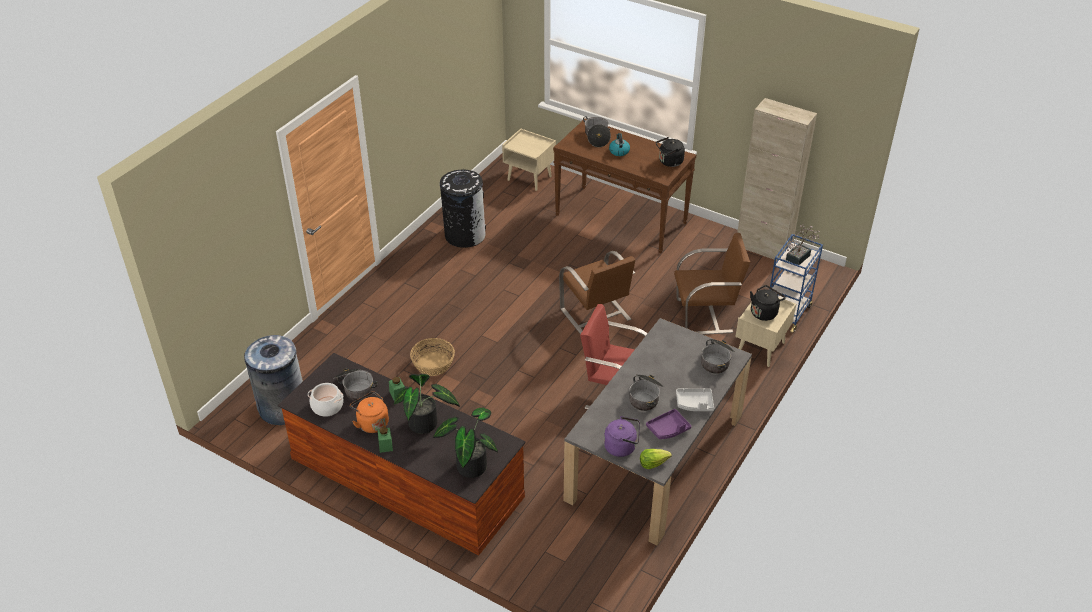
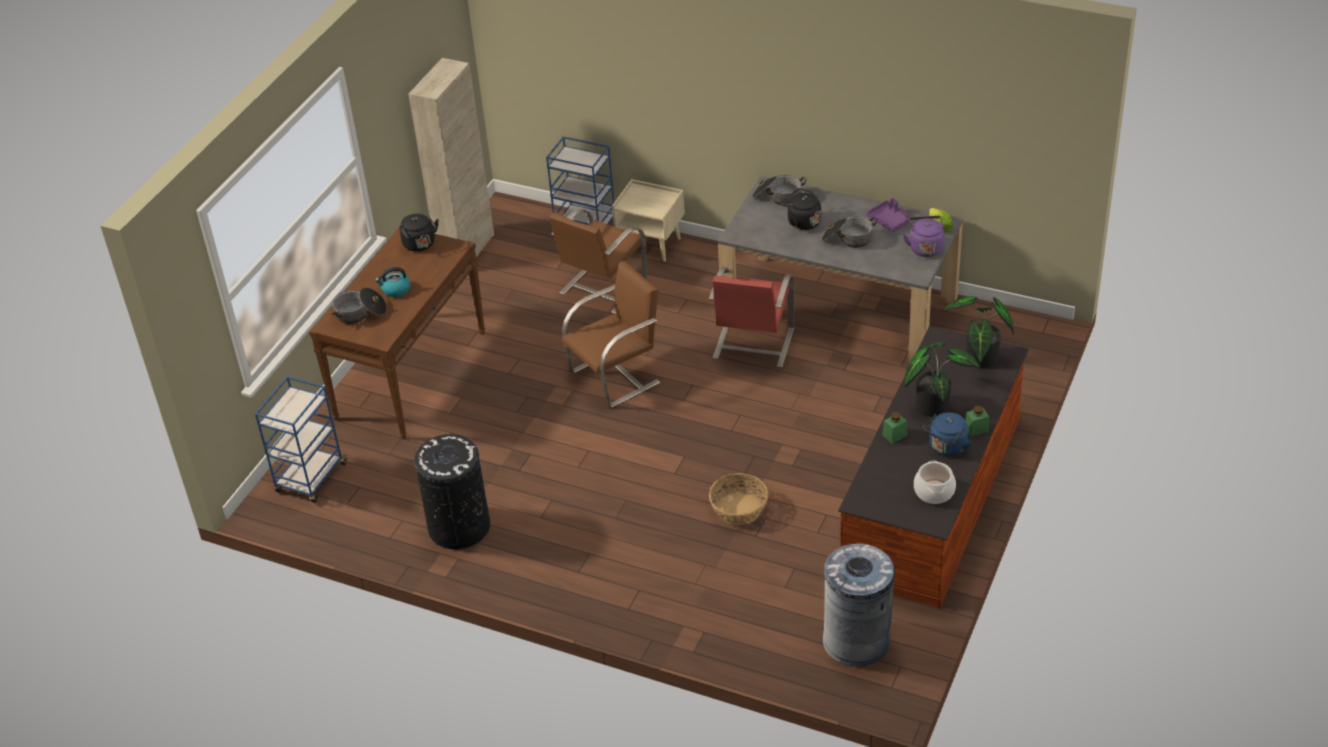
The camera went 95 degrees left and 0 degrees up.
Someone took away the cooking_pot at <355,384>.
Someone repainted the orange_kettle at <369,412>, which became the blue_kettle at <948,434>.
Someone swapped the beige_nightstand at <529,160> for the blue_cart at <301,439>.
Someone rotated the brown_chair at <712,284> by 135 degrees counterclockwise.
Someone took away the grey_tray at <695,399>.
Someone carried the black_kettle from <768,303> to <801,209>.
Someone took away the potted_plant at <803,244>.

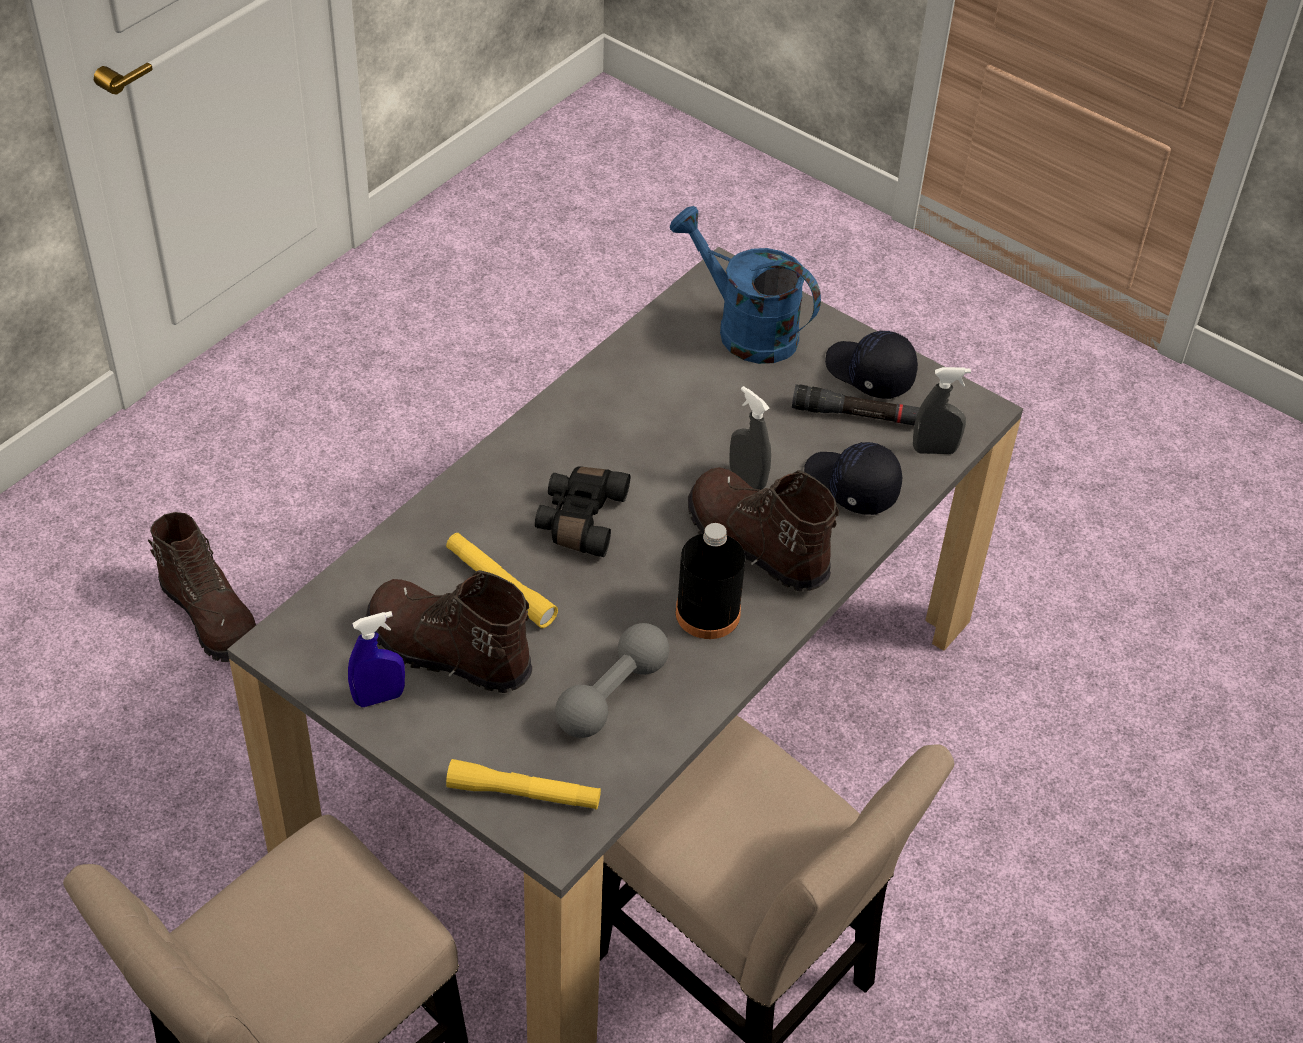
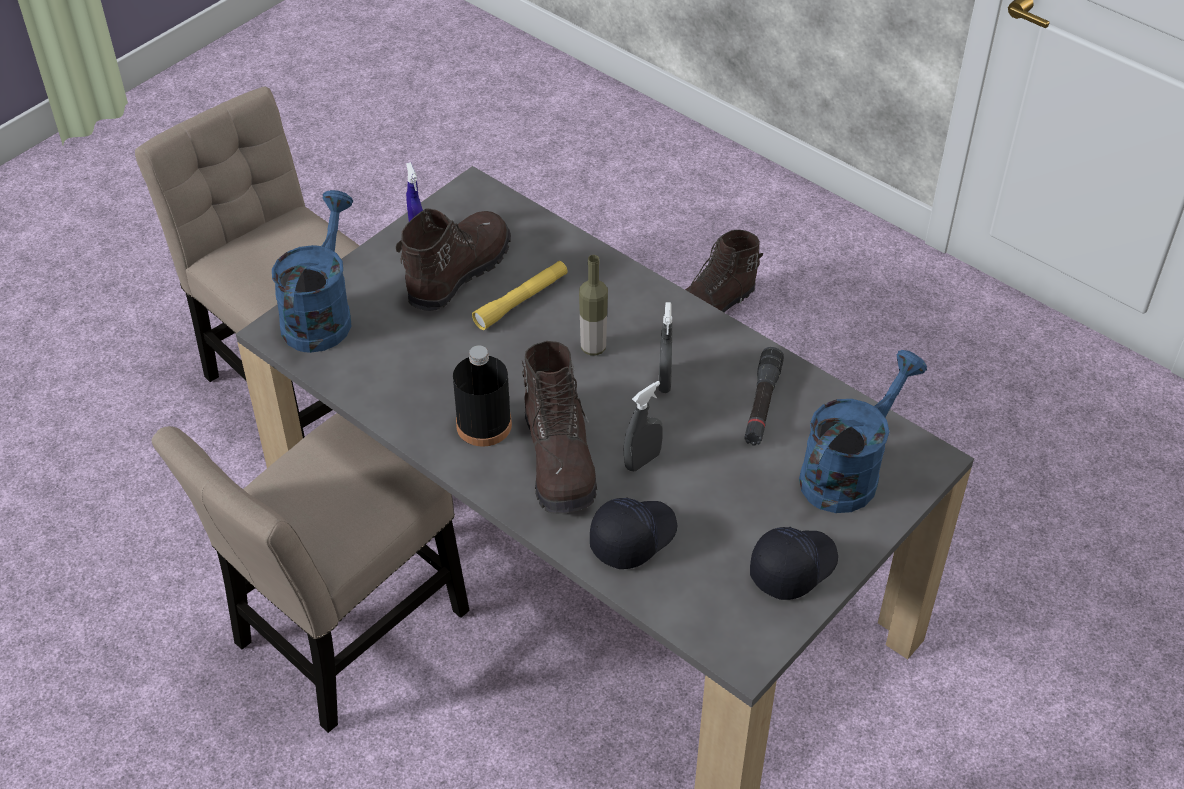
The camera went 95 degrees right and 0 degrees up.
Someone swapped the yellow_flashlight at <523,784> for the blue_watering_can at <312,271>.
Someone swapped the black_binoculars at <582,511> for the bottle at <593,305>.
Someone took away the grey_dumbbell at <612,680>.
Someone rotated the brown_boot at <763,529> by 120 degrees clockwise.
Someone carried the black_flashlight from <856,404> to <764,396>.
Someone carried the grey_spray_bottle from <942,410> to <665,347>.

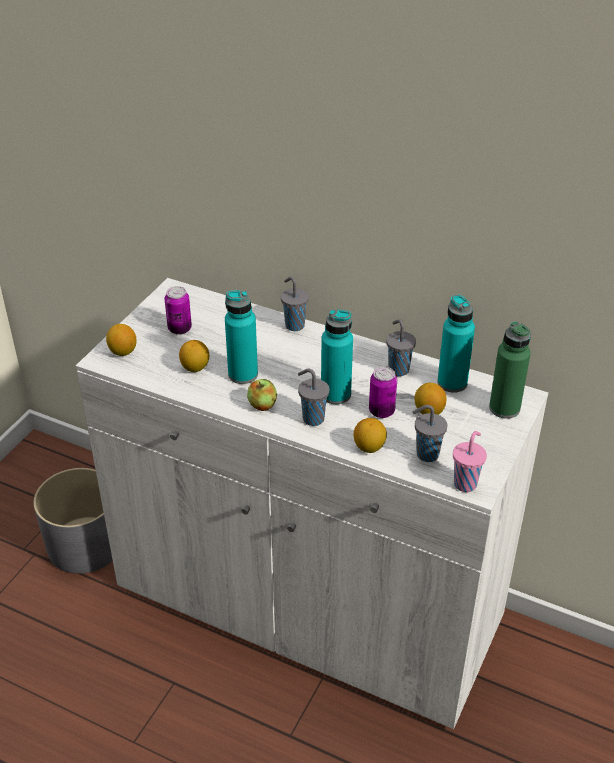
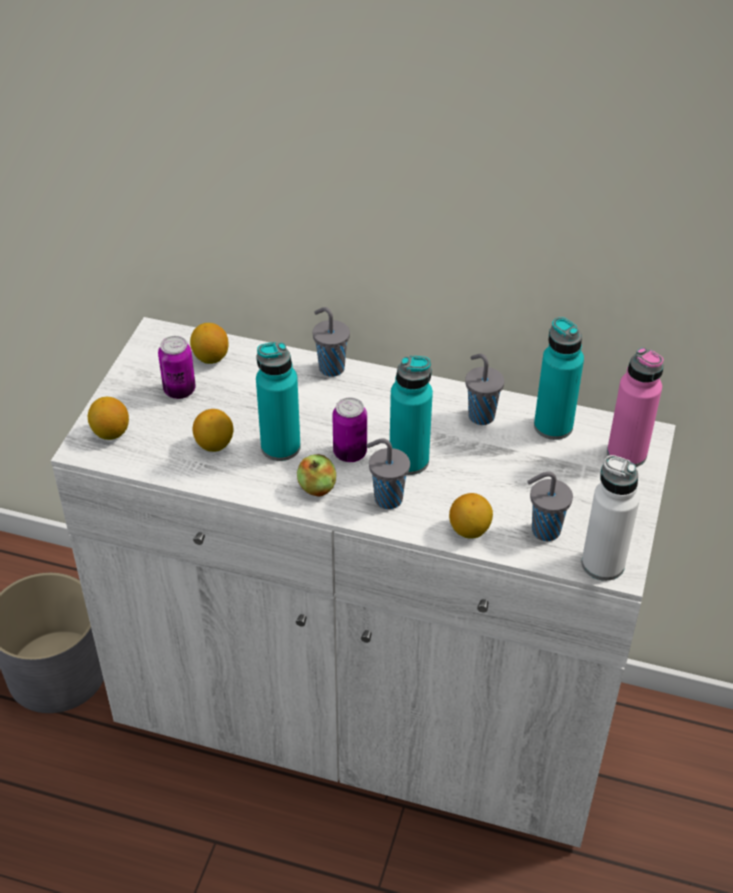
The camera went 10 degrees left and 5 degrees up.
Someone carried the can from <383,392> to <349,429>.
Someone carried the lemon from <430,399> to <209,343>.
Someone swapped the pink_cup at <470,461> for the white_bottle at <611,518>.
Someone repainted the green_bottle at <510,370>, which became the pink_bottle at <635,407>.

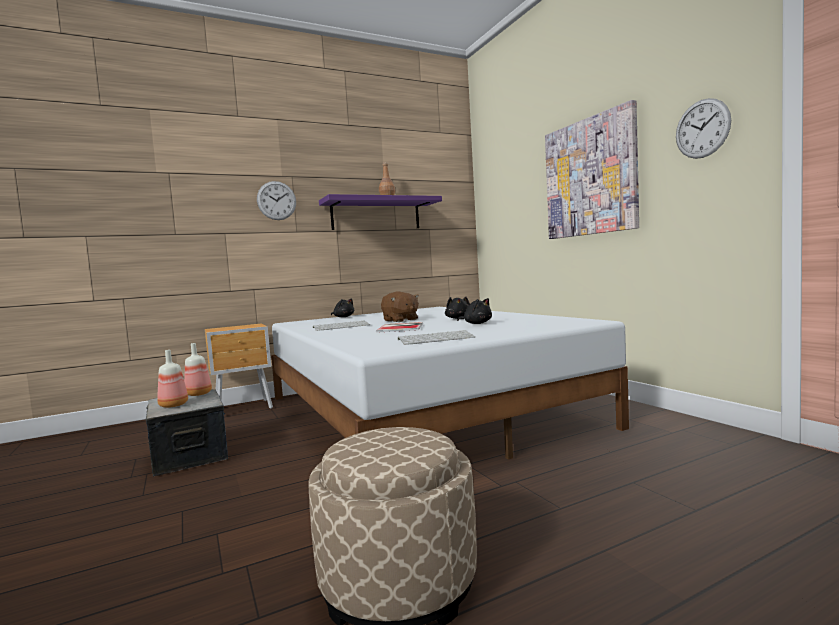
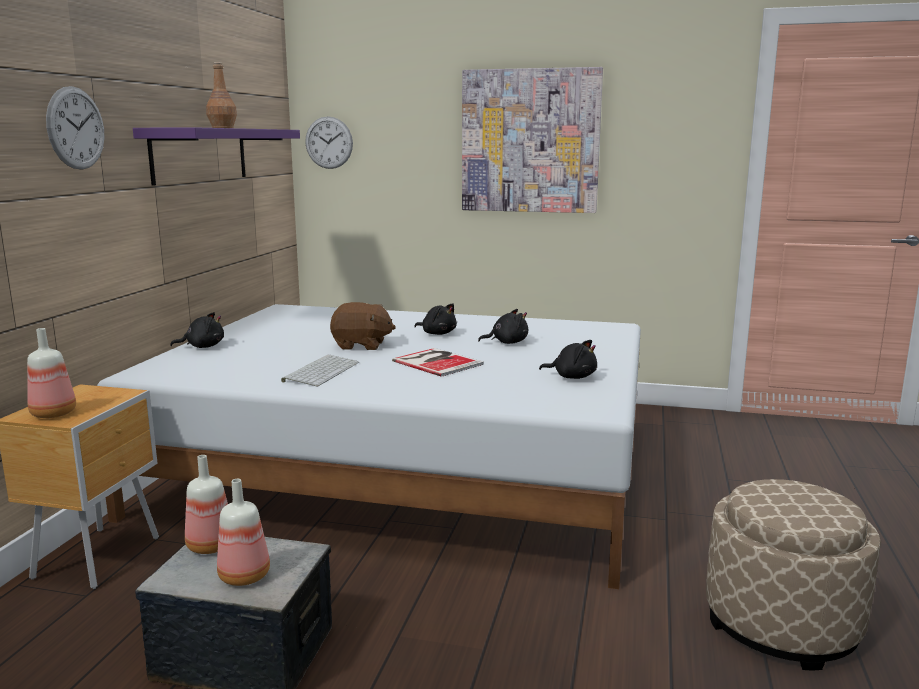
The camera went 50 degrees left and 10 degrees up.
Someone swapped the keyboard at <437,337> for the black_plush_toy at <568,359>.
Someone carried the wall_clock from <703,128> to <329,142>.
Someone put down the bottle at <51,373>.

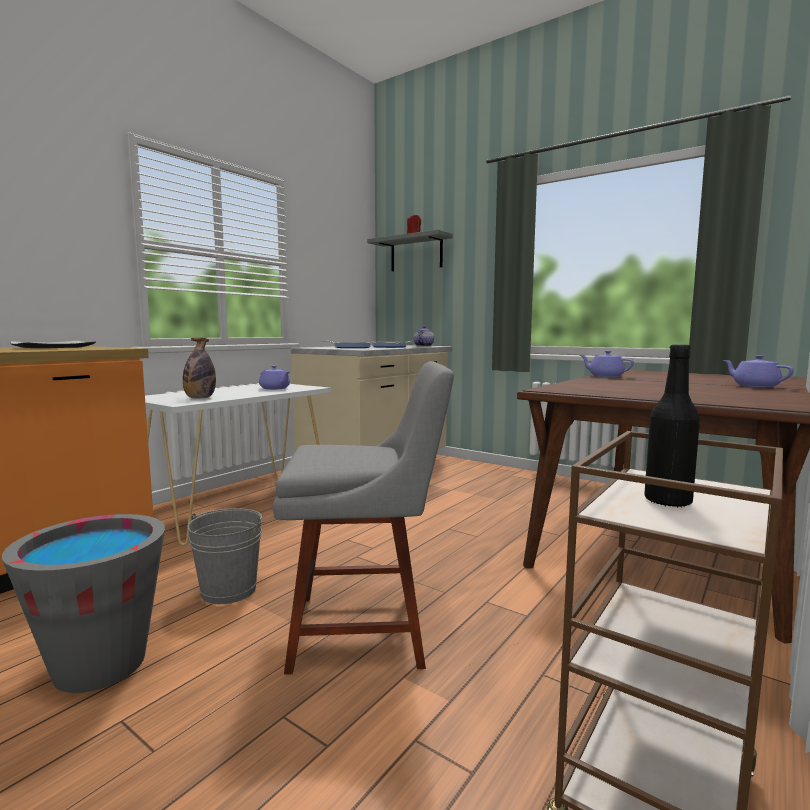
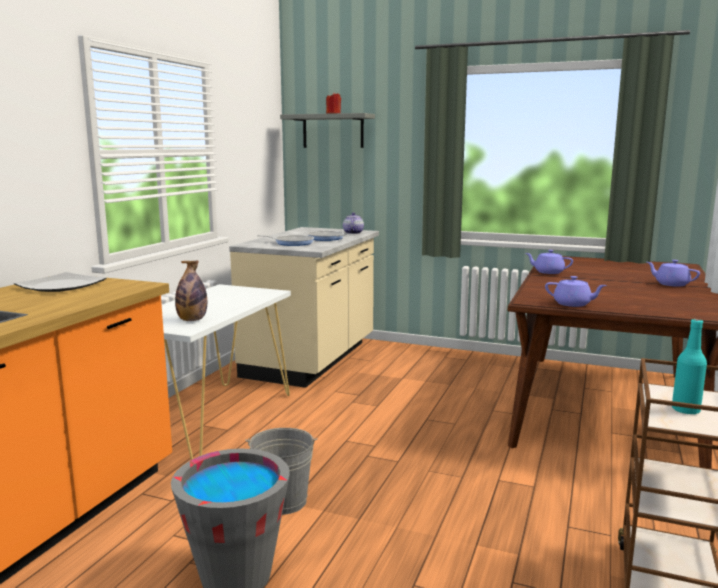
The camera went 15 degrees left and 5 degrees up.
Someone carried the purple_teapot from <274,377> to <576,291>.
Someone took away the grey_chair at <363,518>.
Someone repainted the black_bottle at <672,426>, which became the turquoise_bottle at <689,367>.

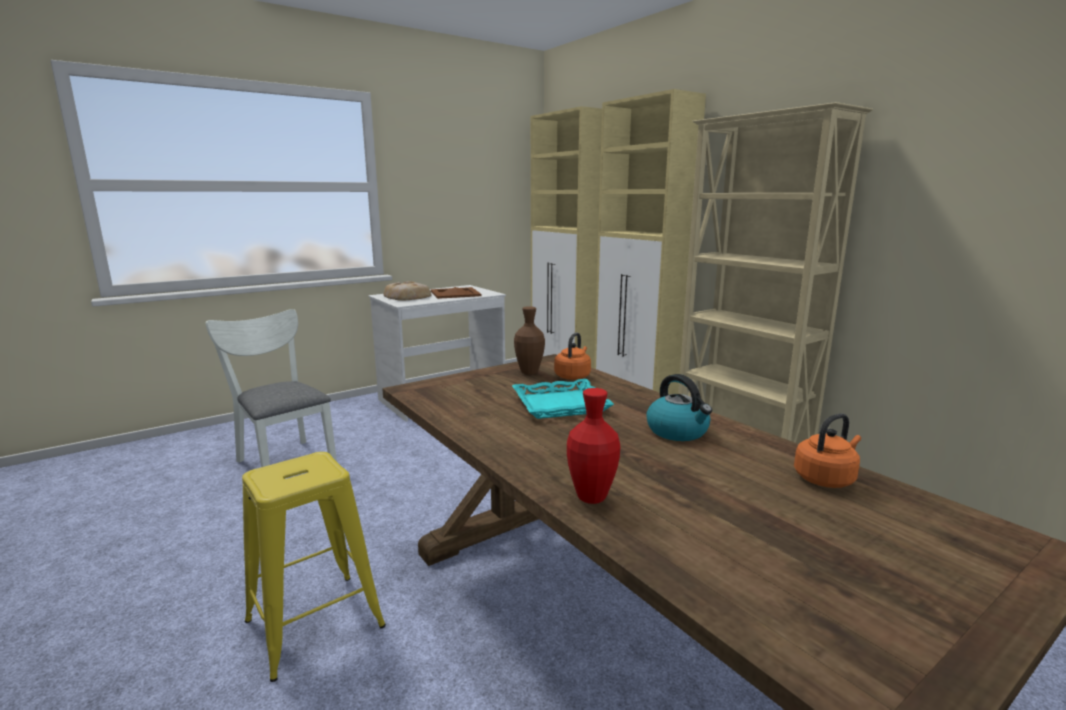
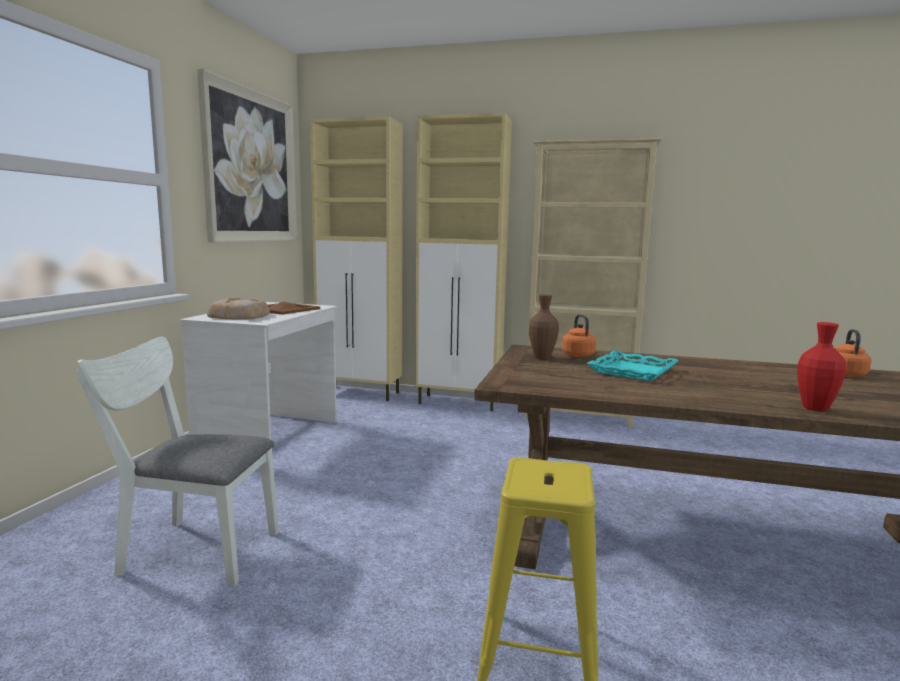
The camera went 40 degrees left and 5 degrees down.
Someone took away the kettle at <679,407>.
Someone put up the picture at <247,156>.

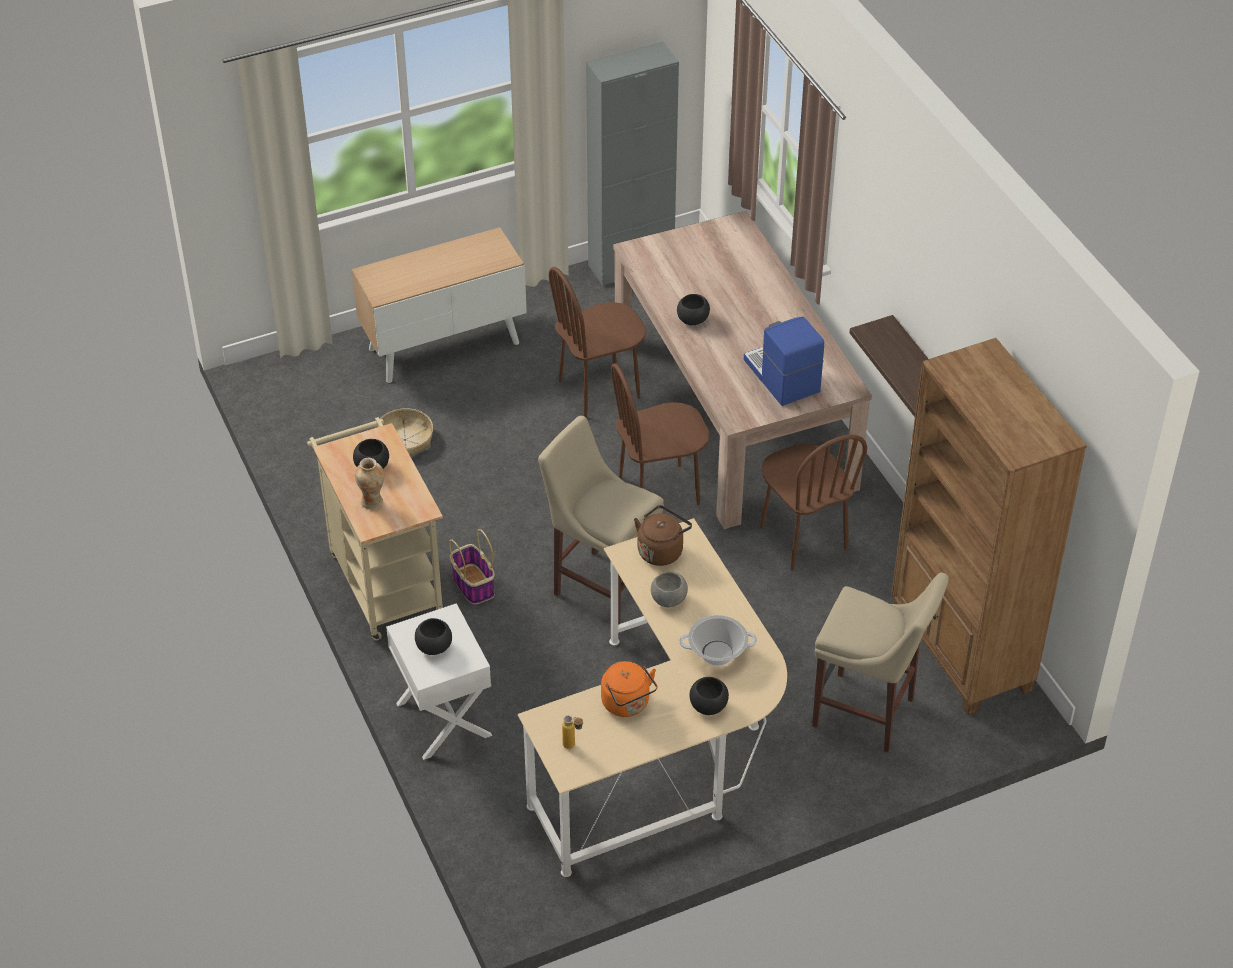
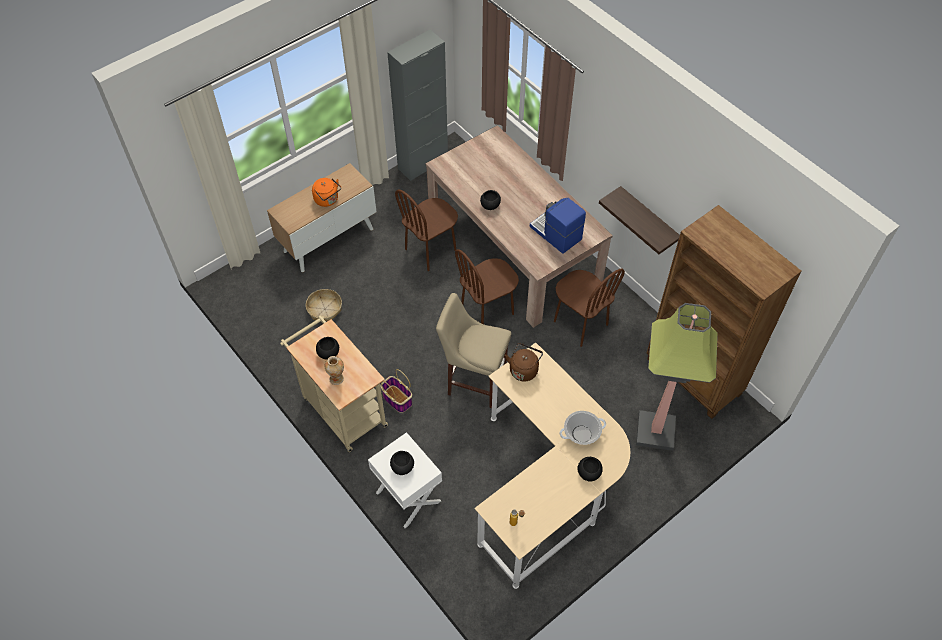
The camera went 15 degrees left and 10 degrees up.
Someone carried the orange_kettle from <629,689> to <326,192>.
Someone took away the grey_bowl at <669,589>.
Someone swapped the beige_stool at <880,663> for the floor_lamp at <677,377>.

